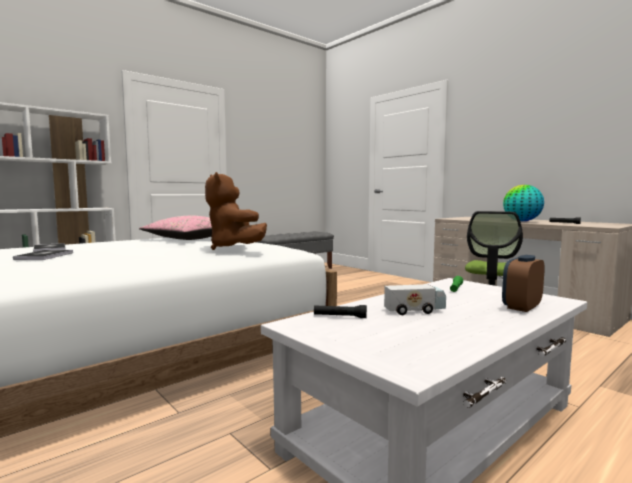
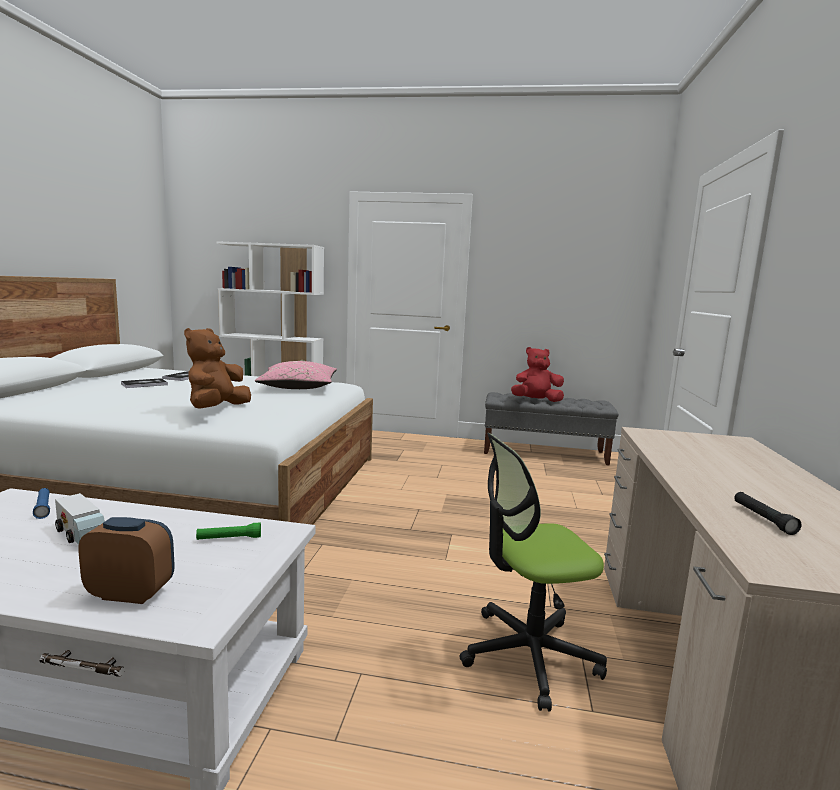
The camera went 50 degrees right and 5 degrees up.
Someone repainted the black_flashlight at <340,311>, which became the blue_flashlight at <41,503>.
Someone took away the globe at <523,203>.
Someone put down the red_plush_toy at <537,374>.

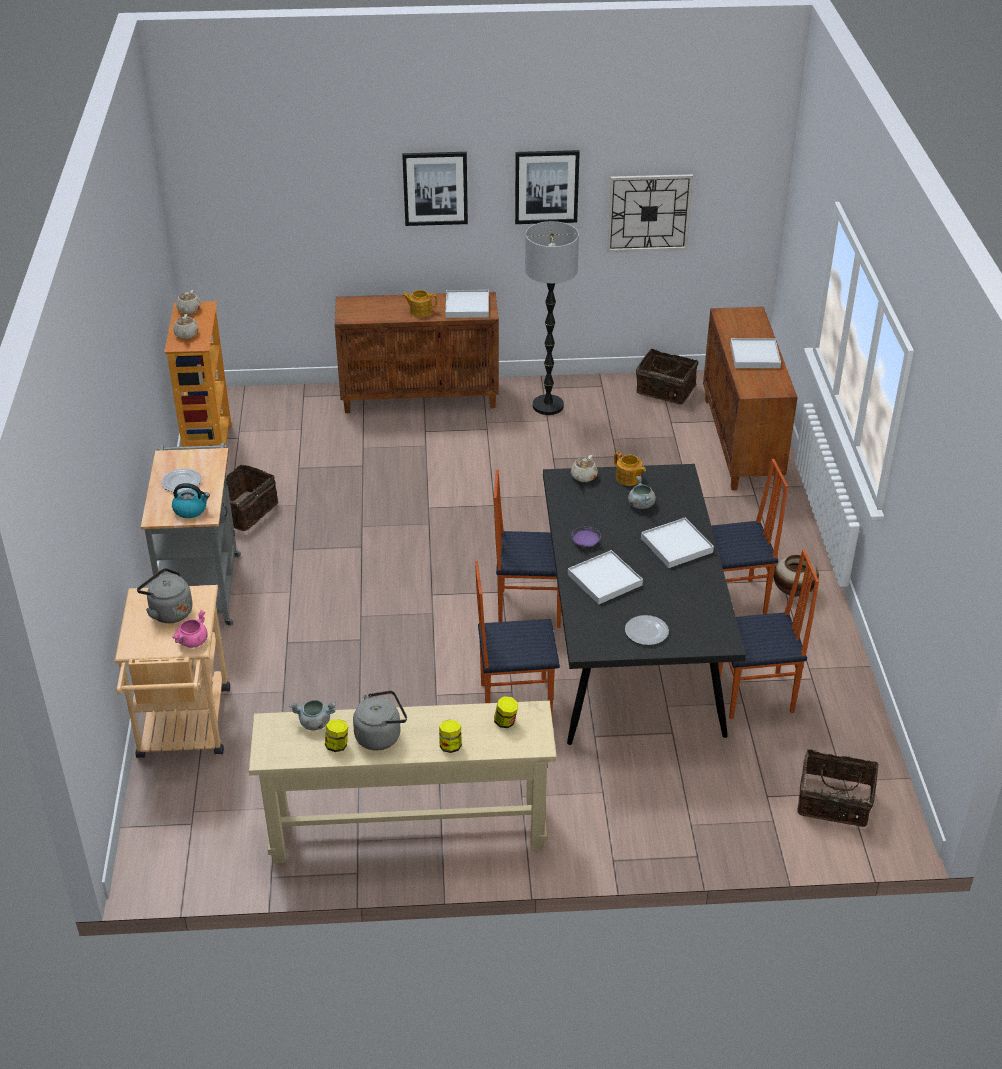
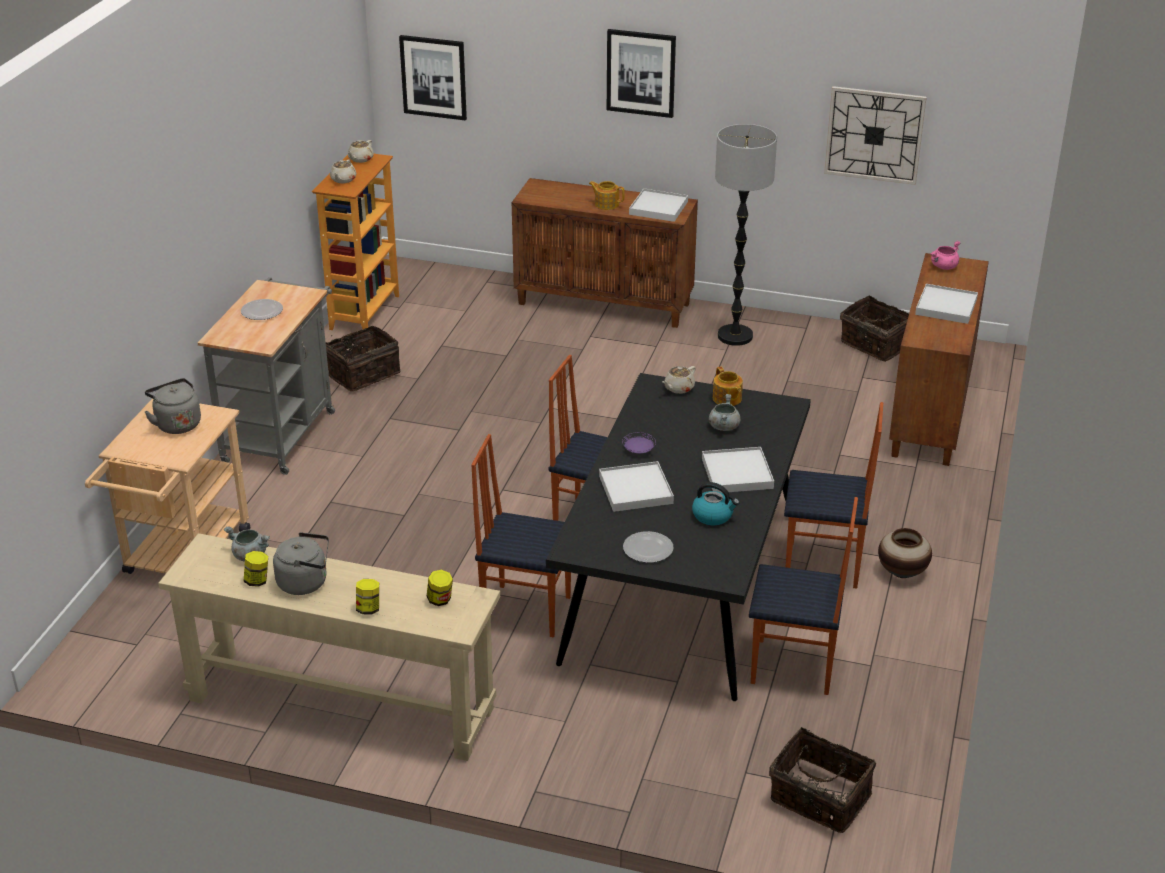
The camera went 20 degrees right and 5 degrees down.
Someone carried the kettle from <191,500> to <715,503>.
Someone carried the pink_cooking_pot from <190,629> to <945,255>.
Someone carried the picture from <547,187> to <433,77>.

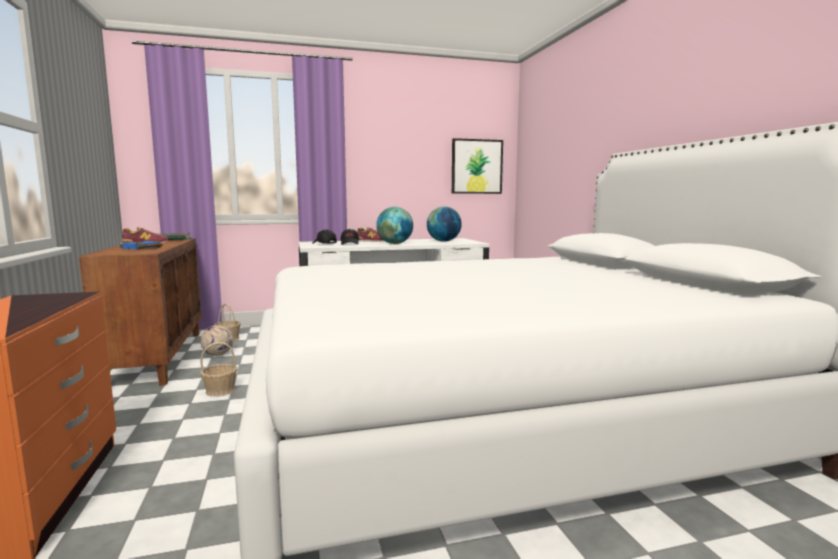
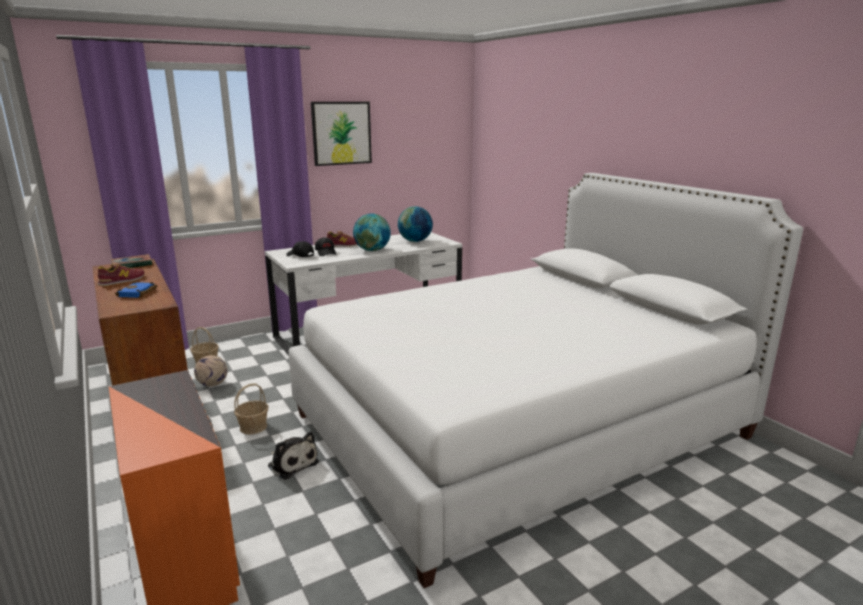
The camera went 15 degrees left and 10 degrees up.
Someone carried the picture from <477,166> to <341,134>.
Someone put down the plush_toy at <293,456>.

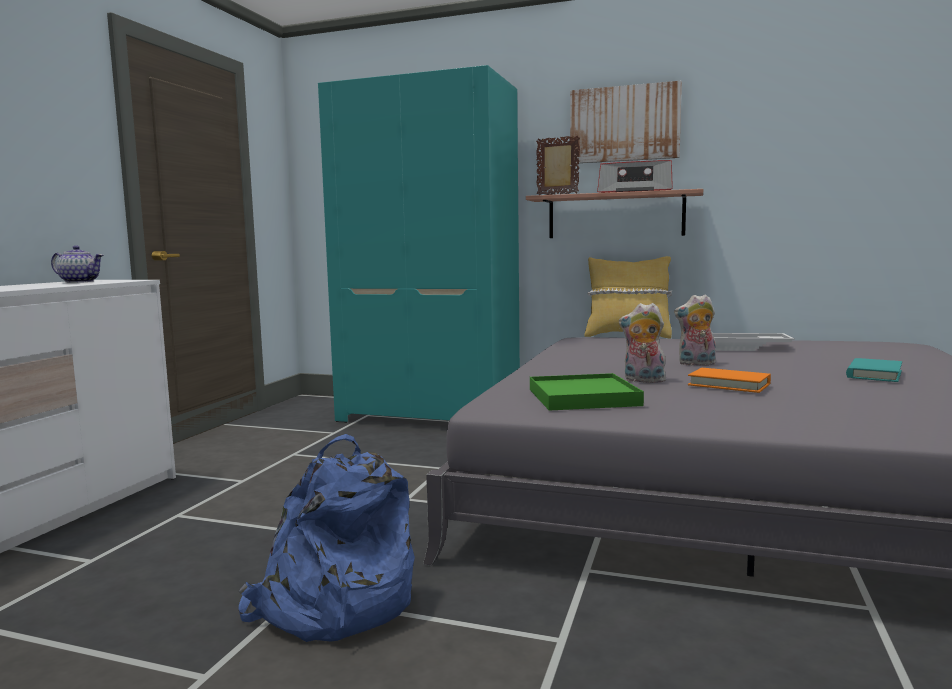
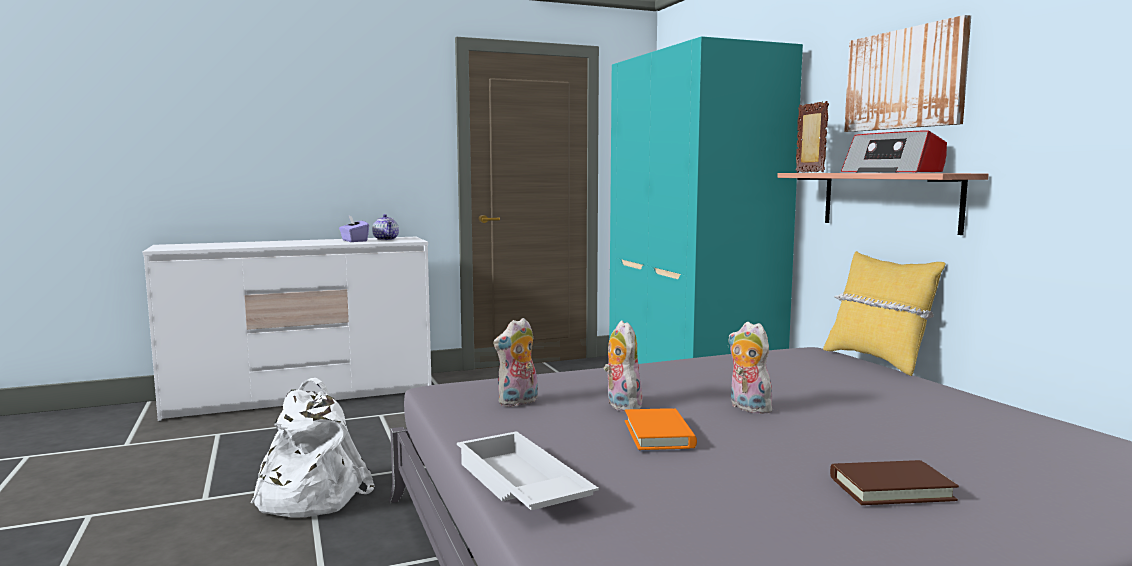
The camera went 50 degrees right and 0 degrees up.
Someone repainted the blue_backpack at <327,538>, which became the white_backpack at <312,447>.
Someone swapped the green_tray at <587,392> for the plush_toy at <515,362>.
Someone carried the white_tray from <753,342> to <528,470>.
Someone repainted the turquoise_book at <874,370>, which became the brown_book at <894,482>.
Someone put down the purple_tissue_box at <354,228>.

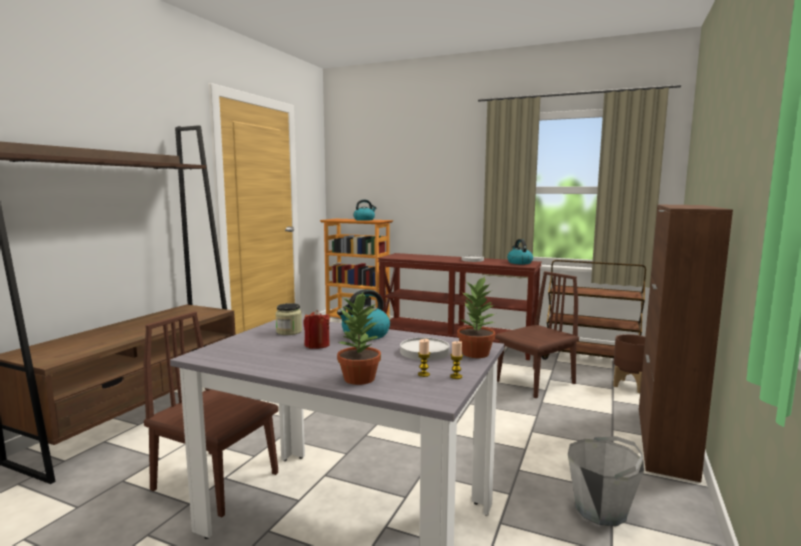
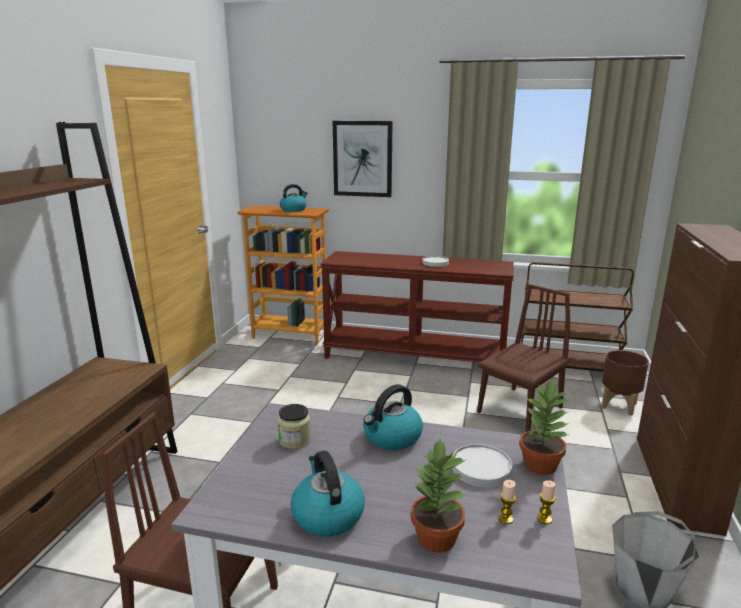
The camera went 10 degrees left and 10 degrees up.
Someone took away the red_candle at <316,329>.
Someone carried the kettle from <520,251> to <328,493>.
Someone put up the picture at <363,159>.

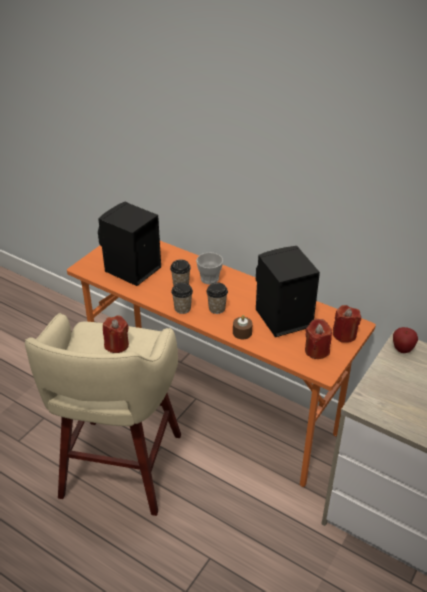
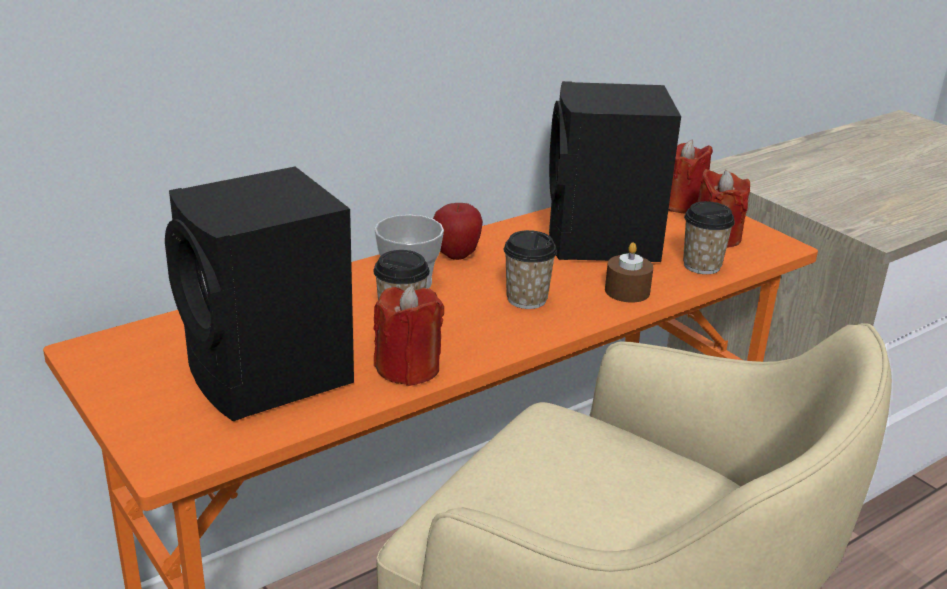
The camera went 70 degrees left and 10 degrees down.
Someone carried the red_candle from <116,334> to <408,336>.
Someone carried the cup from <182,298> to <709,237>.
Someone carried the apple from <405,340> to <458,231>.

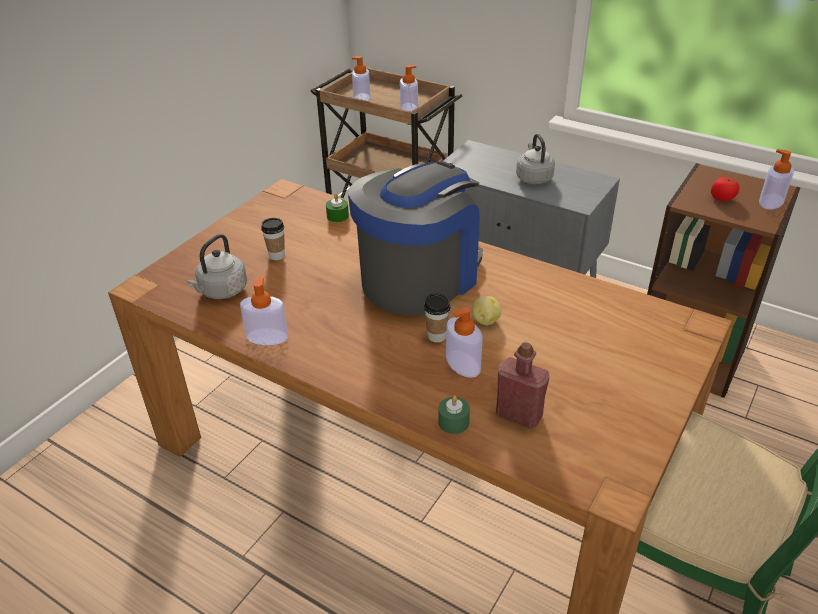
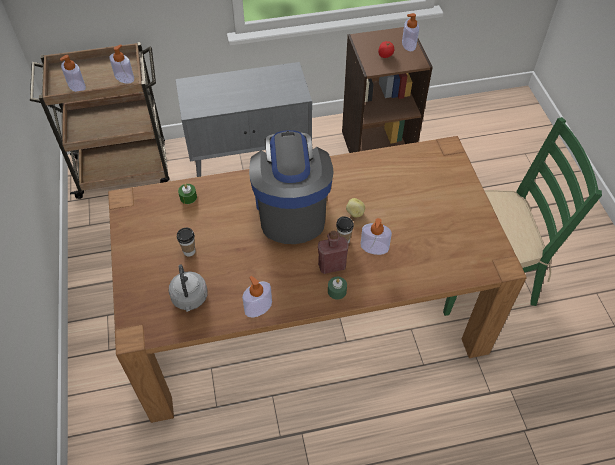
The camera went 45 degrees left and 15 degrees up.
Someone carried the green_candle from <454,414> to <337,288>.
Someone carried the red_bottle from <522,385> to <333,252>.
Someone took away the grey_kettle at <535,159>.

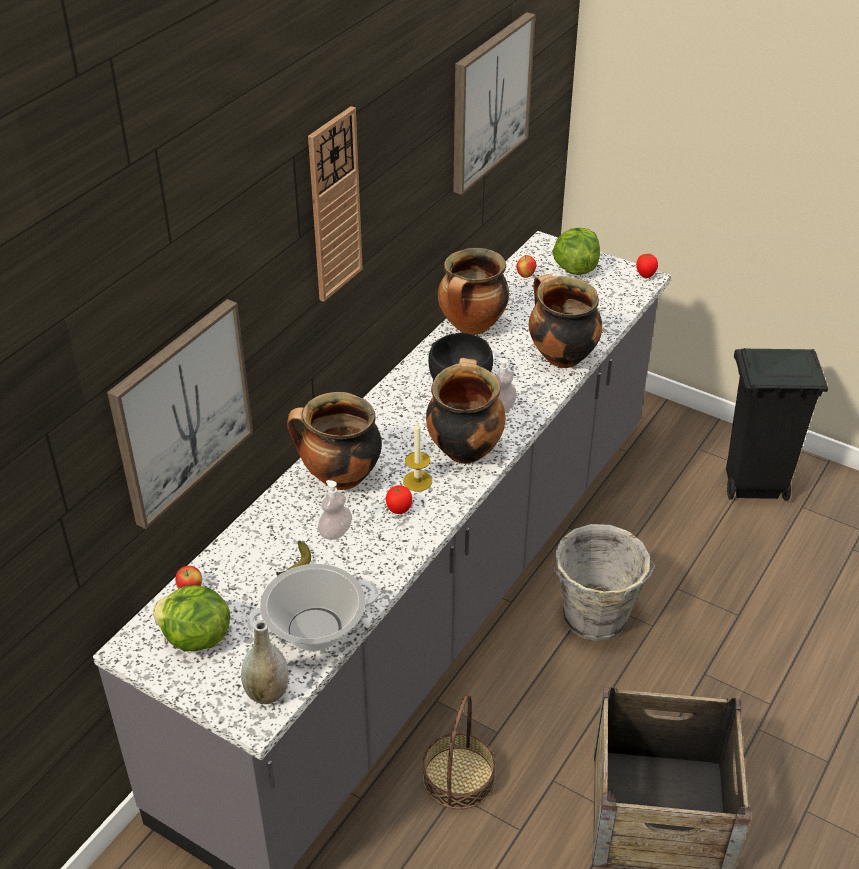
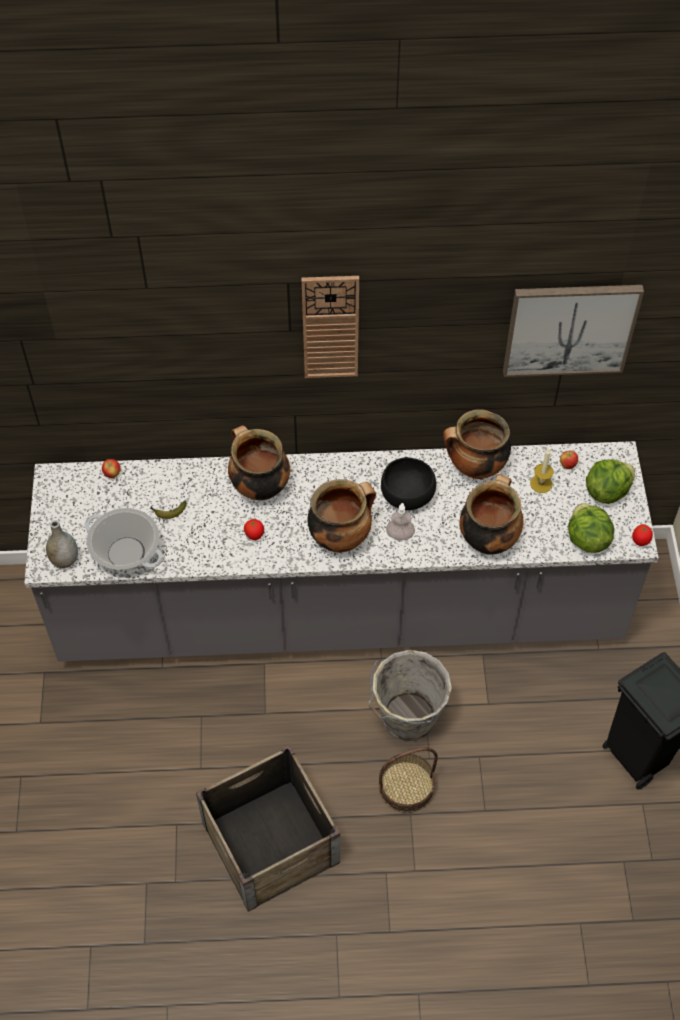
The camera went 55 degrees right and 15 degrees up.
Someone took away the picture at <180,414>.
Someone carried the lettuce from <191,618> to <591,528>.
Someone took away the soap_dispenser at <335,510>.
Someone carried the candle from <417,457> to <541,471>.
Someone carried the basket from <459,752> to <408,780>.

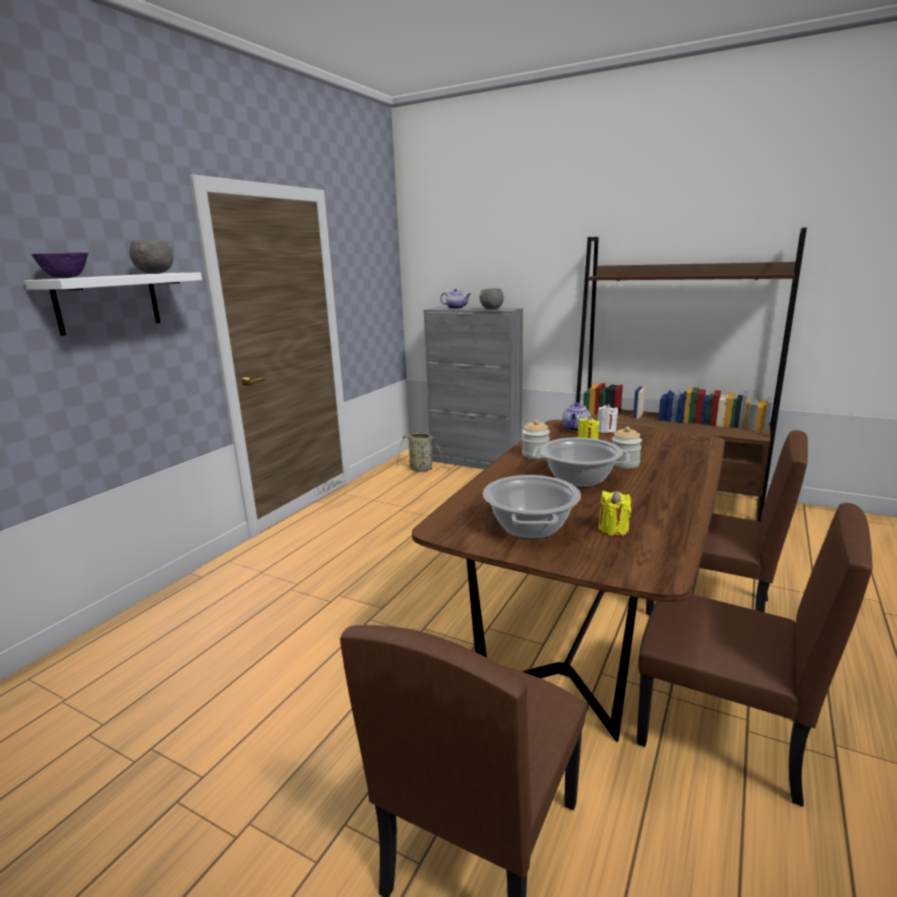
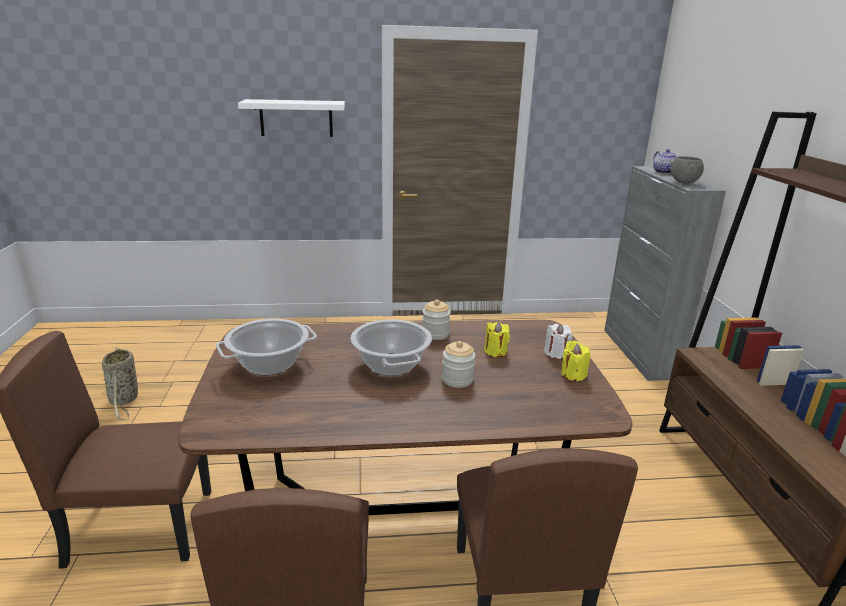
The camera went 55 degrees right and 5 degrees up.
Someone took away the purple_bowl at <59,265>.
Someone took away the grey_bowl at <151,257>.
Someone carried the basket from <426,452> to <120,383>.
Someone took away the teapot at <576,416>.
Someone carried the yellow_candle from <615,513> to <575,361>.

